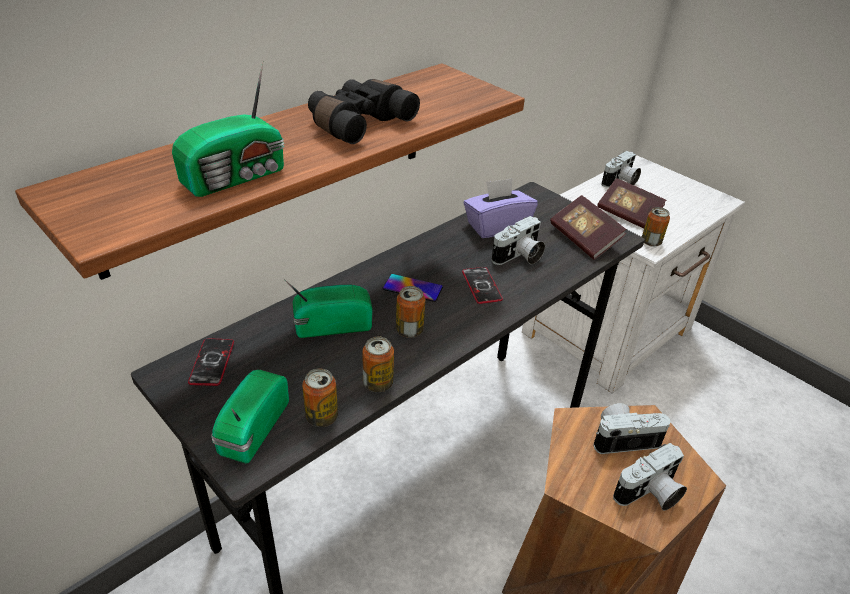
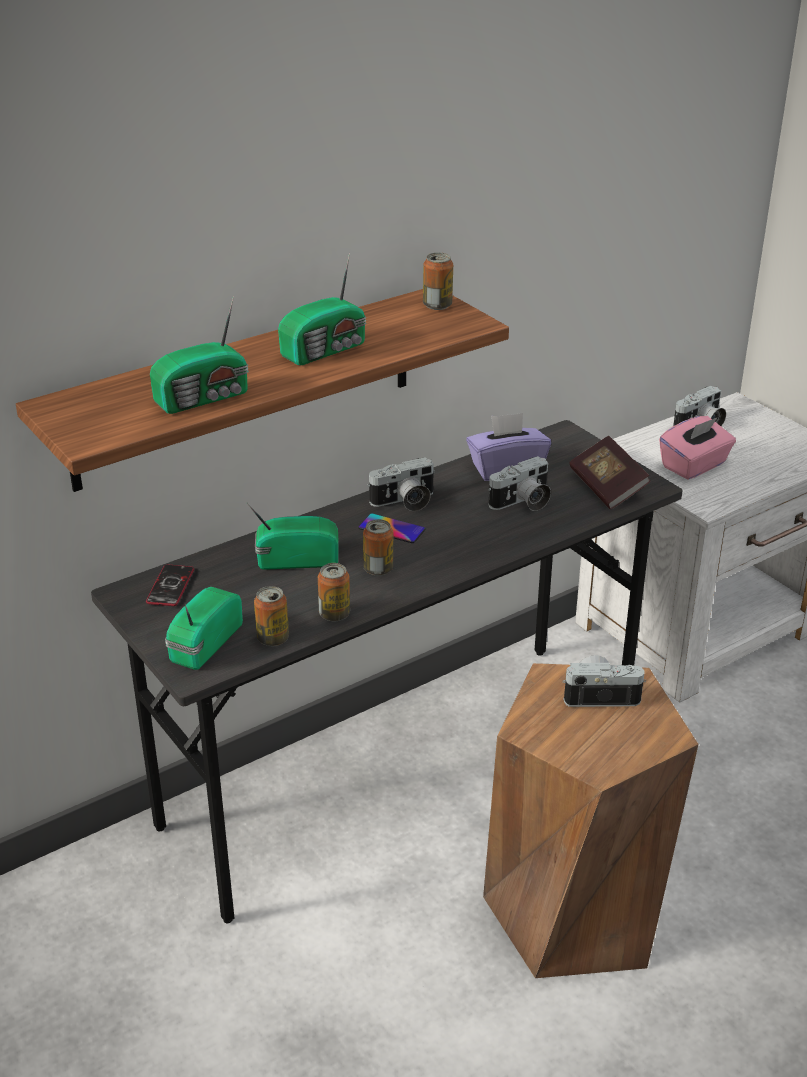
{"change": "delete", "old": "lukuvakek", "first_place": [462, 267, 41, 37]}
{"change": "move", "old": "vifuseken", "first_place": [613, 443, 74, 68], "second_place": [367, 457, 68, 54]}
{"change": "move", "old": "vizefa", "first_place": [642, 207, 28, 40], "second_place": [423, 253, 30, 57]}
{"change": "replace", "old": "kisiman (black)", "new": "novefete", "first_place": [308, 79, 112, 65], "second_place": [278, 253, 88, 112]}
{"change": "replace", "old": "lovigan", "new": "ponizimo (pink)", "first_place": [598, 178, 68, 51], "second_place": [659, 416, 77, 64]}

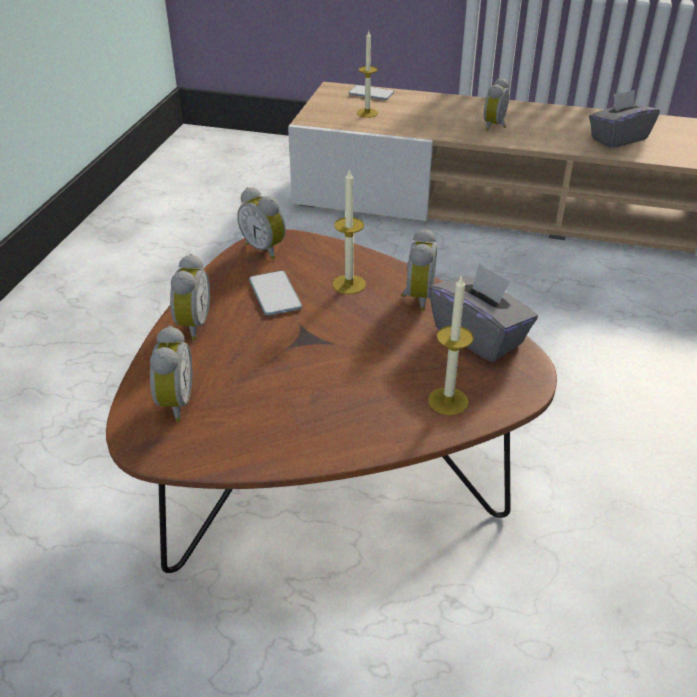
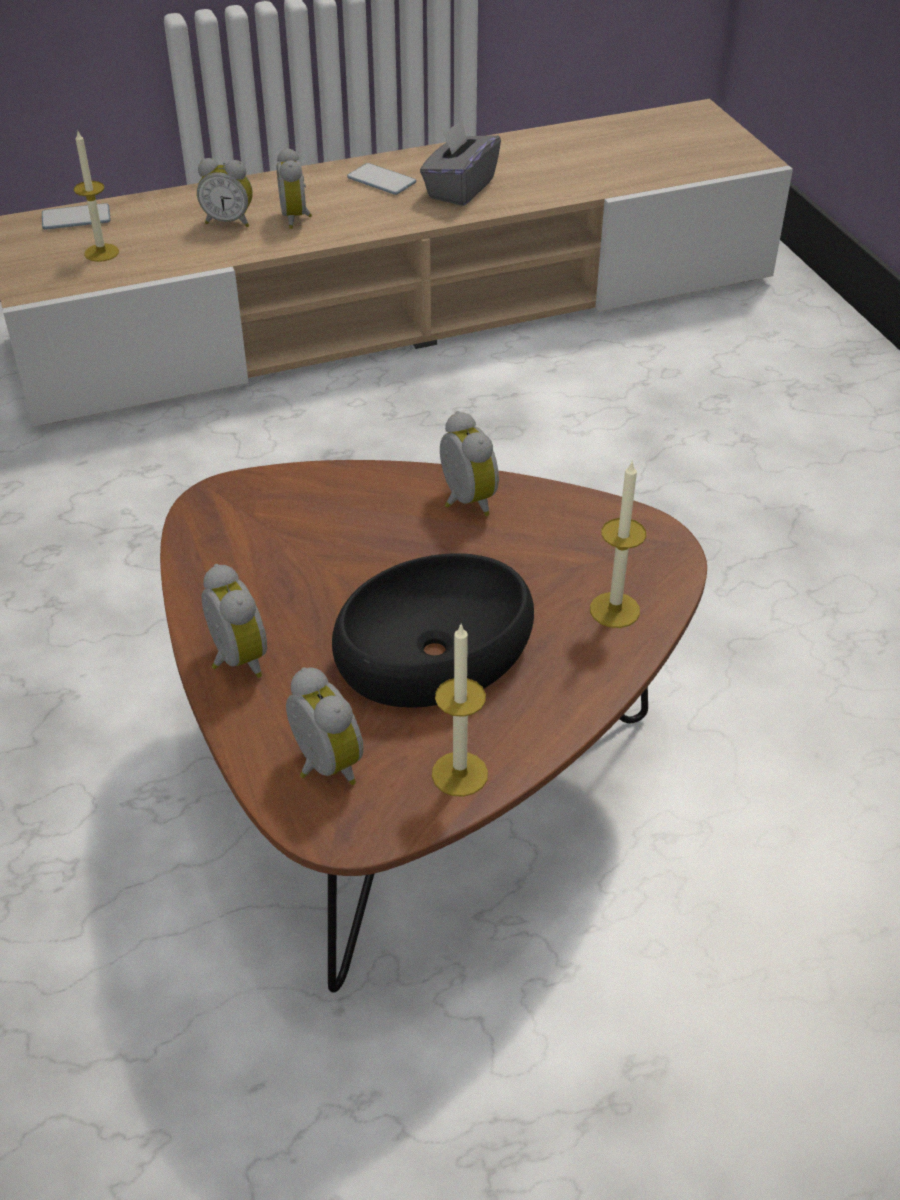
{"change": "delete", "old": "ponizimo (grey)", "first_place": [429, 263, 109, 99]}
{"change": "insert", "new": "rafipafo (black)", "second_place": [332, 553, 202, 155]}
{"change": "move", "old": "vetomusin", "first_place": [237, 187, 49, 73], "second_place": [197, 158, 56, 69]}
{"change": "move", "old": "lukuvakek", "first_place": [249, 271, 53, 45], "second_place": [347, 163, 69, 32]}
{"change": "move", "old": "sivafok", "first_place": [332, 170, 34, 124], "second_place": [432, 625, 56, 172]}

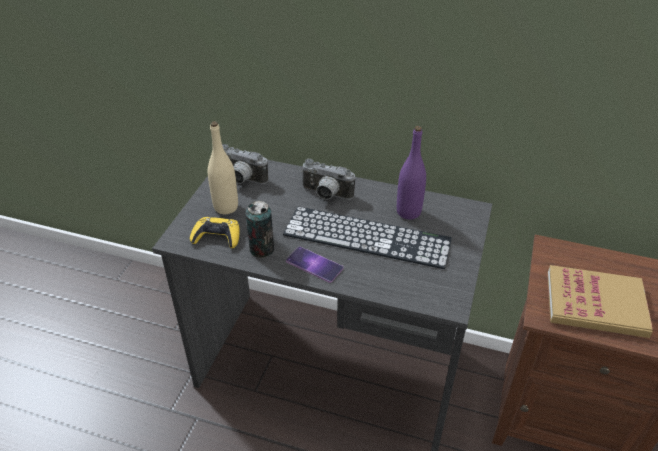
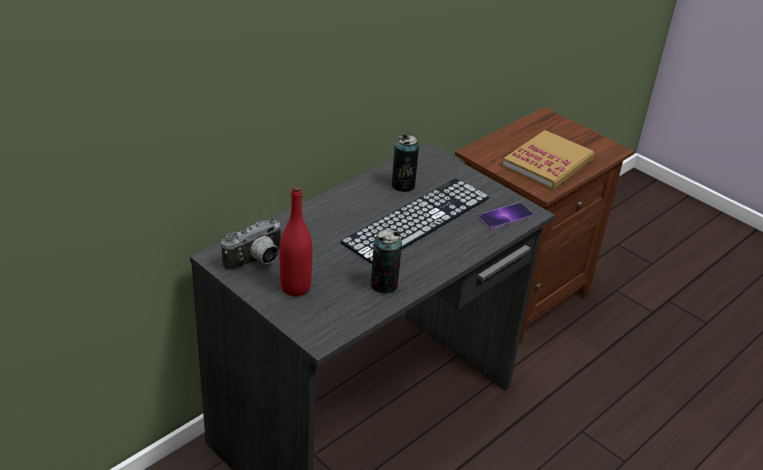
{"change": "delete", "old": "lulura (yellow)", "first_place": [190, 217, 50, 31]}
{"change": "delete", "old": "vifuseken", "first_place": [301, 159, 54, 41]}
{"change": "move", "old": "lukuvakek", "first_place": [286, 247, 57, 36], "second_place": [478, 203, 56, 26]}
{"change": "replace", "old": "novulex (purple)", "new": "vizefa", "first_place": [397, 126, 29, 93], "second_place": [391, 135, 28, 57]}
{"change": "recolor", "old": "novulex (beige)", "new": "novulex (red)", "first_place": [208, 121, 30, 93], "second_place": [280, 185, 32, 111]}

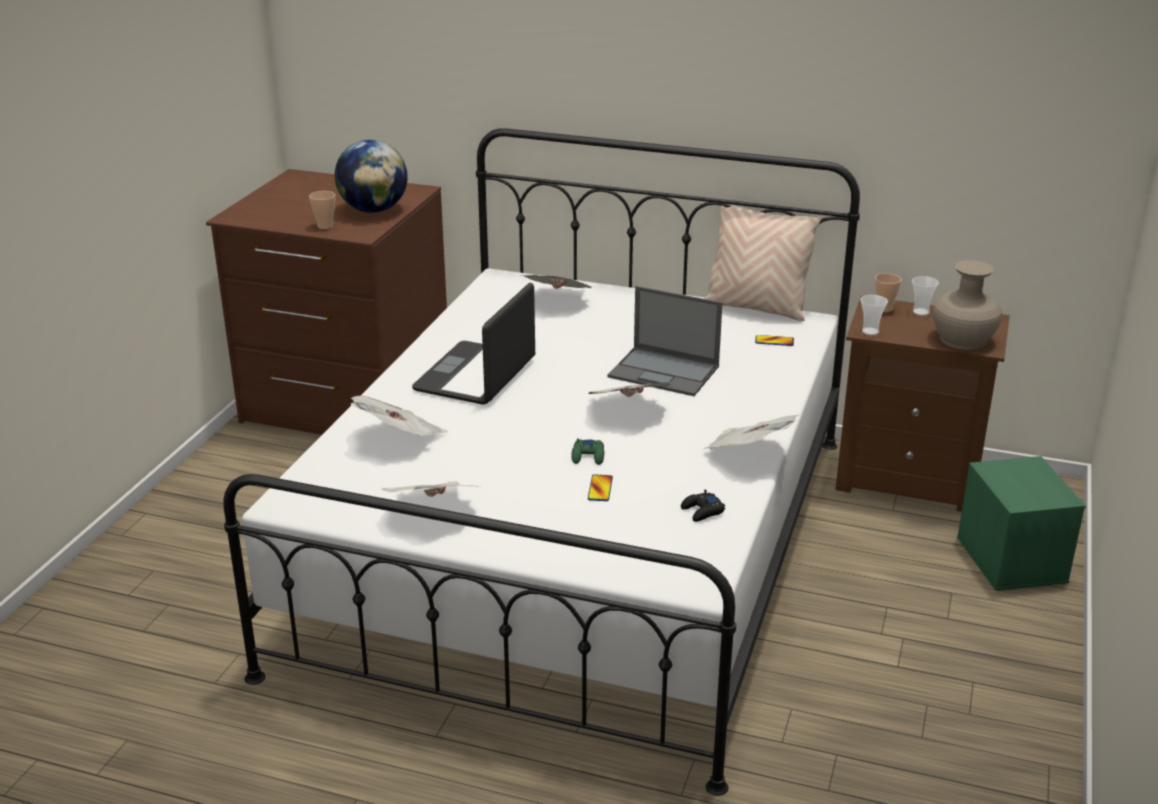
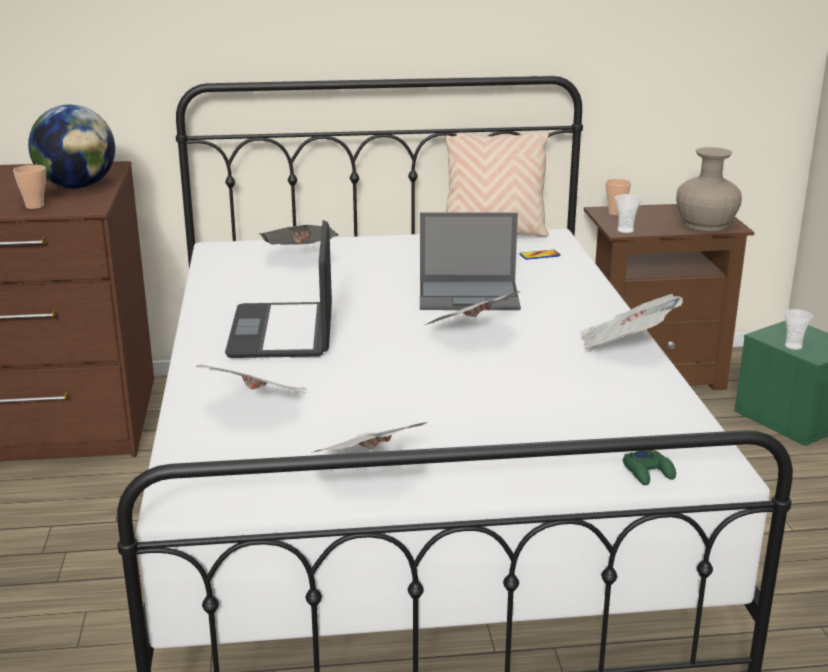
{"change": "delete", "old": "lukuvakek", "first_place": [588, 474, 25, 27]}
{"change": "delete", "old": "lulura (black)", "first_place": [681, 490, 44, 32]}
{"change": "move", "old": "lulura (green)", "first_place": [571, 438, 33, 27], "second_place": [623, 450, 53, 35]}
{"change": "move", "old": "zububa", "first_place": [912, 276, 27, 40], "second_place": [784, 309, 29, 41]}

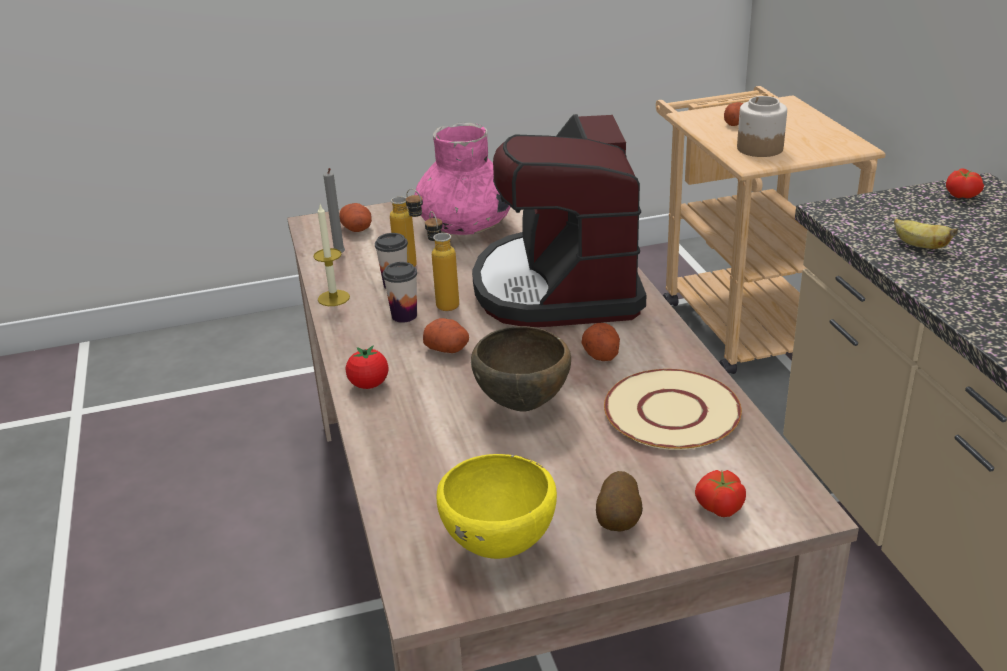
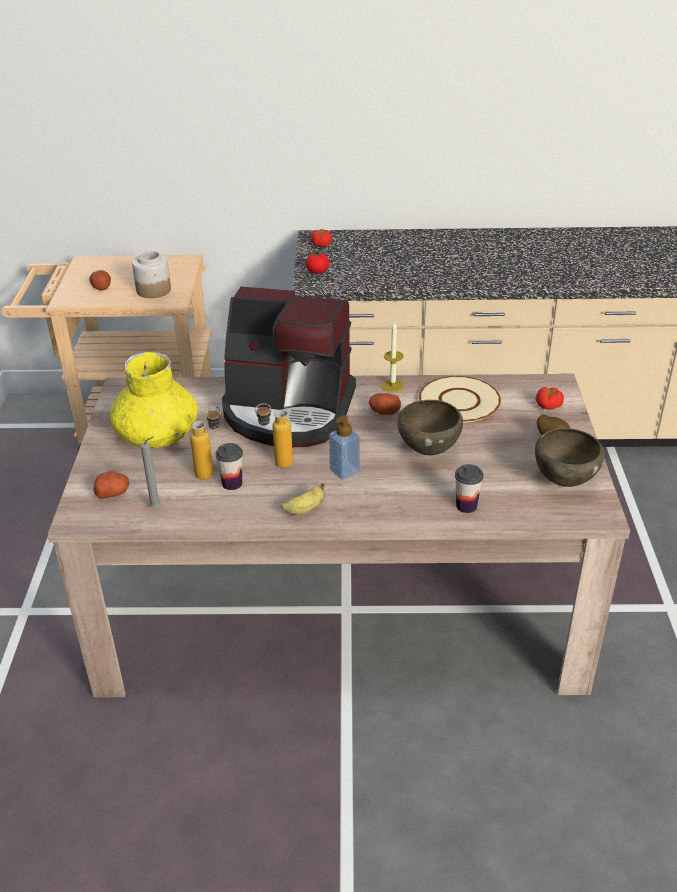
{"change": "move", "old": "sivafok", "first_place": [313, 205, 37, 101], "second_place": [381, 321, 23, 71]}
{"change": "move", "old": "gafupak", "first_place": [346, 345, 43, 44], "second_place": [306, 250, 23, 24]}
{"change": "move", "old": "zububa", "first_place": [383, 262, 34, 61], "second_place": [455, 464, 29, 49]}
{"change": "move", "old": "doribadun", "first_place": [894, 219, 64, 30], "second_place": [281, 483, 44, 32]}
{"change": "replace", "old": "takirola", "new": "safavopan", "first_place": [423, 318, 46, 35], "second_place": [329, 415, 31, 65]}
{"change": "recolor", "old": "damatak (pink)", "new": "damatak (yellow)", "first_place": [414, 123, 97, 112], "second_place": [110, 352, 87, 97]}
{"change": "recolor", "old": "rafipafo (yellow)", "new": "rafipafo (brown)", "first_place": [437, 454, 120, 105], "second_place": [535, 428, 69, 59]}

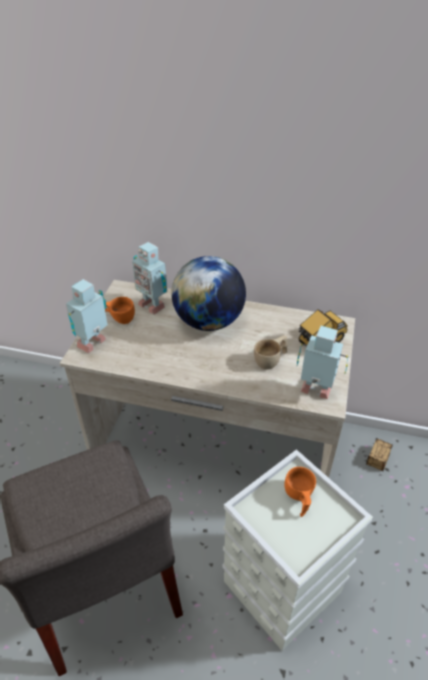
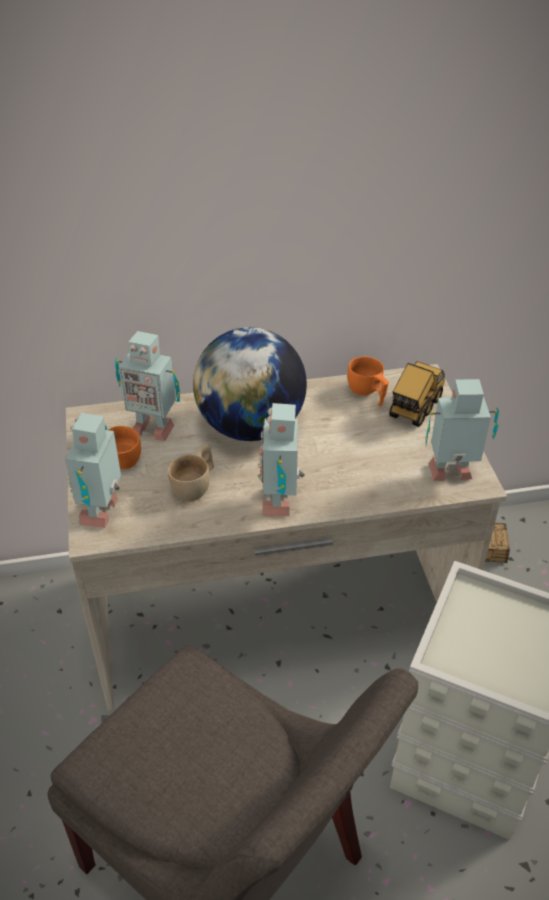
{"change": "insert", "new": "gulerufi", "second_place": [257, 403, 47, 113]}
{"change": "move", "old": "zububa (beige)", "first_place": [254, 336, 33, 33], "second_place": [168, 444, 46, 57]}
{"change": "move", "old": "zububa (orange)", "first_place": [284, 467, 32, 50], "second_place": [347, 356, 42, 51]}

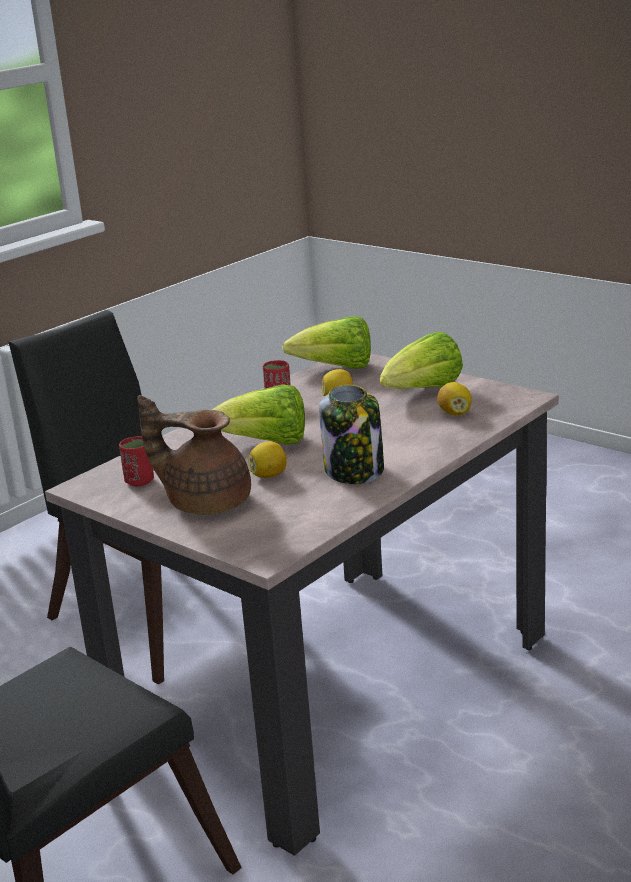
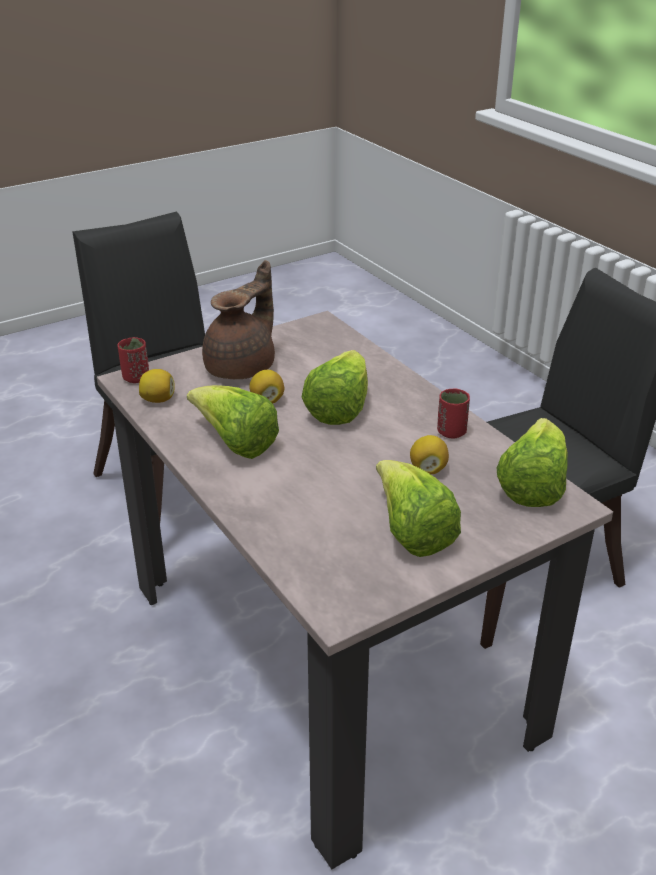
{"change": "move", "old": "zububa (red)", "first_place": [119, 436, 35, 50], "second_place": [118, 337, 31, 46]}
{"change": "move", "old": "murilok", "first_place": [437, 382, 35, 34], "second_place": [139, 369, 36, 34]}
{"change": "replace", "old": "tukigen", "new": "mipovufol", "first_place": [319, 385, 65, 99], "second_place": [187, 385, 92, 74]}

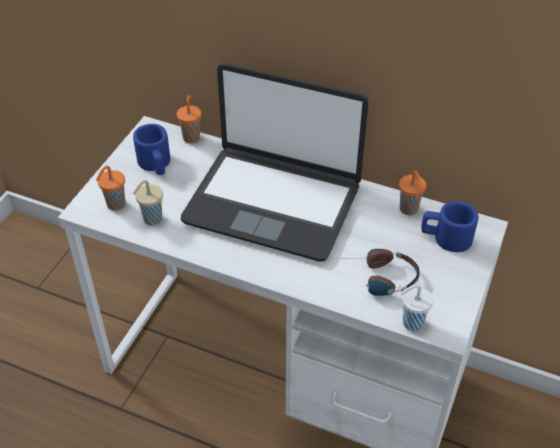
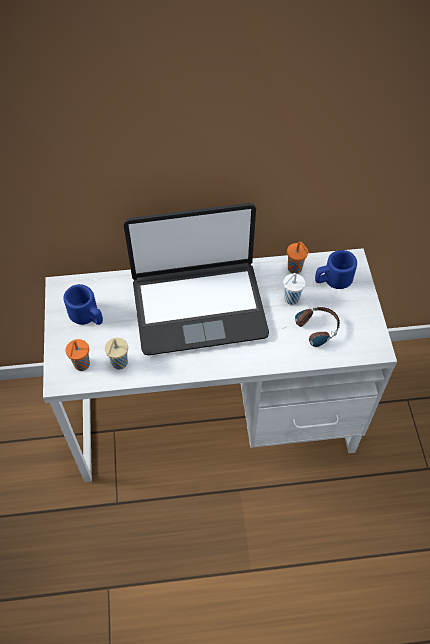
{"change": "delete", "old": "zububa (orange)", "first_place": [177, 95, 25, 48]}
{"change": "move", "old": "zububa (white)", "first_place": [400, 284, 33, 47], "second_place": [283, 273, 22, 32]}

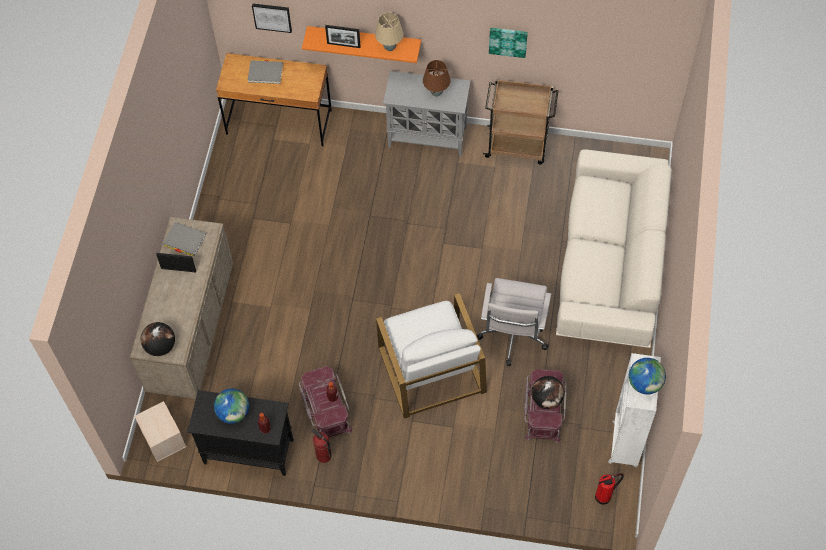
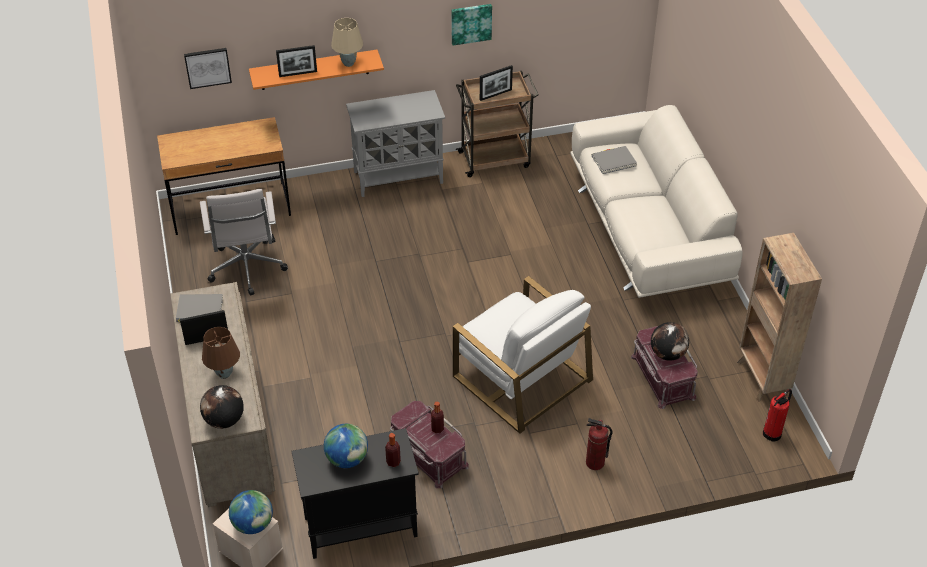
{"change": "insert", "new": "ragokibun", "second_place": [480, 65, 33, 36]}
{"change": "move", "old": "lovigan (grey)", "first_place": [248, 60, 35, 24], "second_place": [592, 146, 45, 28]}
{"change": "move", "old": "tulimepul", "first_place": [311, 428, 21, 35], "second_place": [586, 418, 26, 52]}
{"change": "move", "old": "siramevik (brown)", "first_place": [423, 60, 27, 37], "second_place": [202, 327, 38, 52]}
{"change": "move", "old": "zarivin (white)", "first_place": [477, 278, 74, 88], "second_place": [200, 189, 88, 106]}
{"change": "move", "old": "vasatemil", "first_place": [629, 358, 37, 36], "second_place": [229, 490, 44, 44]}
{"change": "recolor", "old": "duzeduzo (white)", "new": "duzeduzo (brown)", "first_place": [608, 353, 53, 115], "second_place": [737, 233, 85, 169]}

